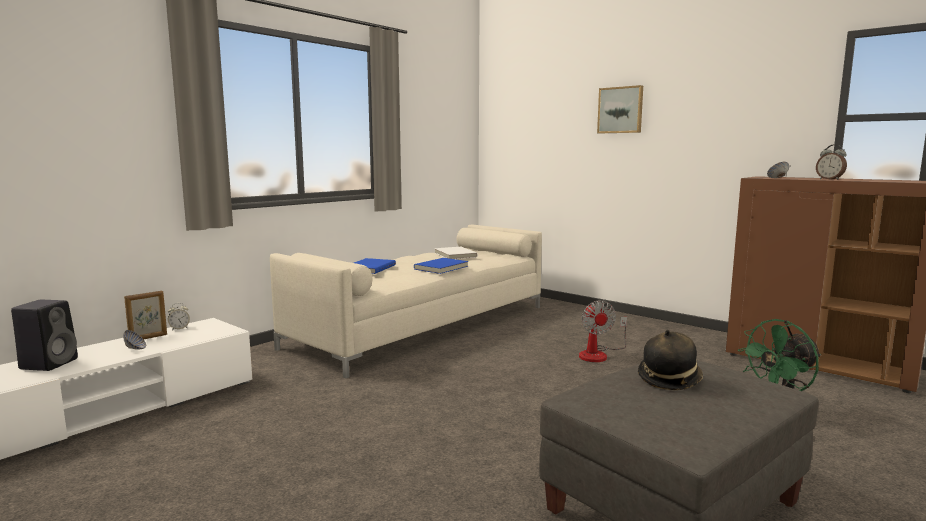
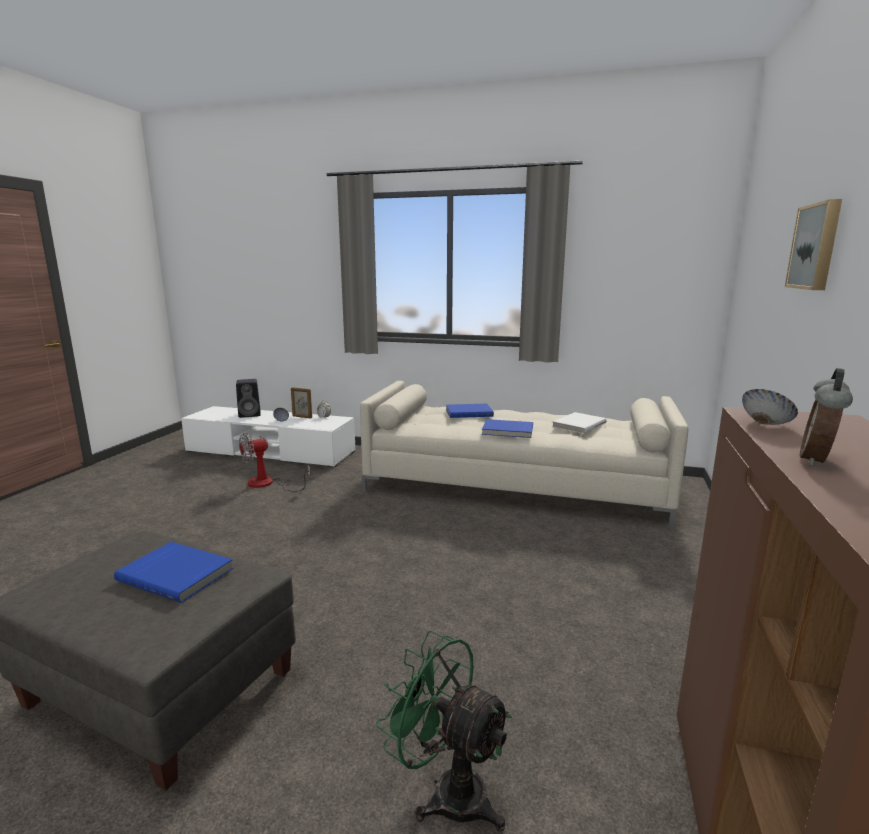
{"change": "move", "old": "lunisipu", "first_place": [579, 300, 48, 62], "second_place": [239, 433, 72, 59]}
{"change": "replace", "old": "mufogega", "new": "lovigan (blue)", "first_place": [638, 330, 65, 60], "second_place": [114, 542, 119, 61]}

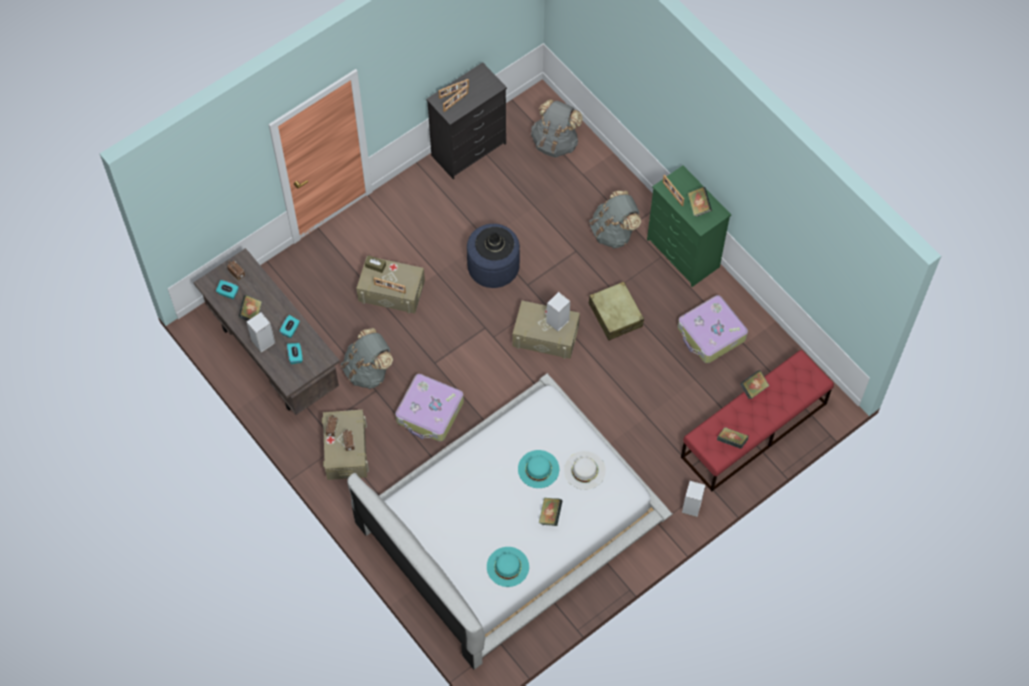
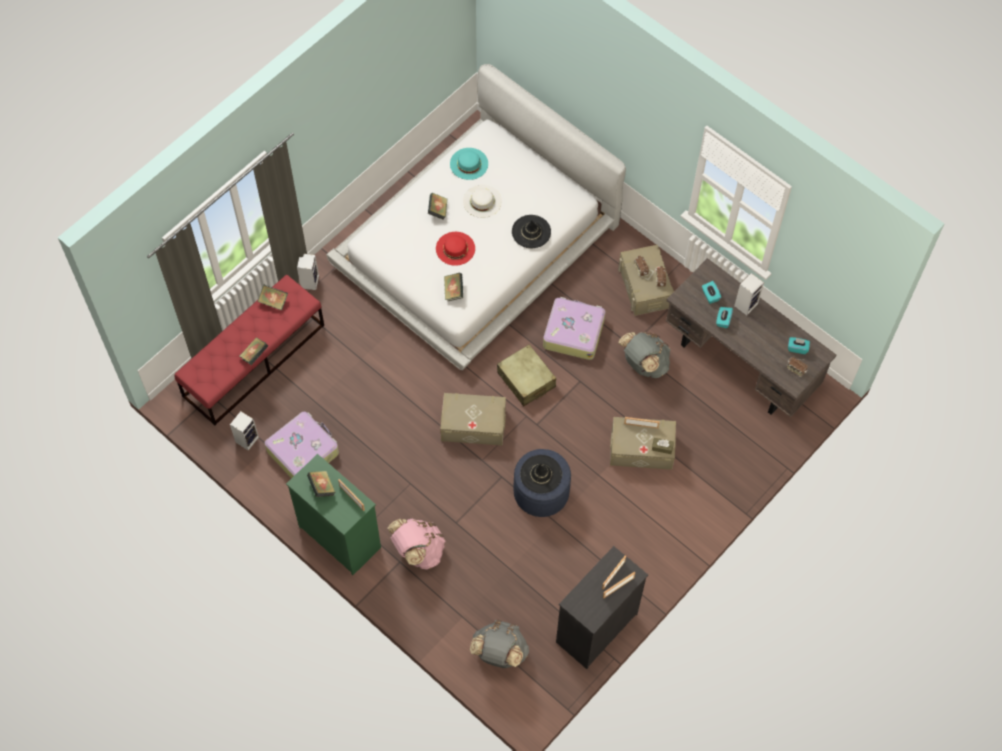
{"change": "insert", "new": "mufogega (black)", "second_place": [512, 215, 39, 33]}
{"change": "move", "old": "lovigan", "first_place": [238, 295, 24, 26], "second_place": [444, 273, 19, 28]}
{"change": "move", "old": "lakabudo", "first_place": [546, 292, 24, 40], "second_place": [230, 411, 29, 40]}
{"change": "move", "old": "mufogega (white)", "first_place": [564, 451, 42, 39], "second_place": [463, 185, 39, 33]}
{"change": "move", "old": "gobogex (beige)", "first_place": [588, 281, 56, 60], "second_place": [497, 344, 59, 62]}
{"change": "recolor", "old": "mufogega (turquoise)", "new": "mufogega (red)", "first_place": [518, 450, 41, 38], "second_place": [436, 232, 39, 34]}
{"change": "recolor", "old": "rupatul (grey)", "new": "rupatul (pink)", "first_place": [589, 190, 52, 59], "second_place": [387, 518, 59, 51]}

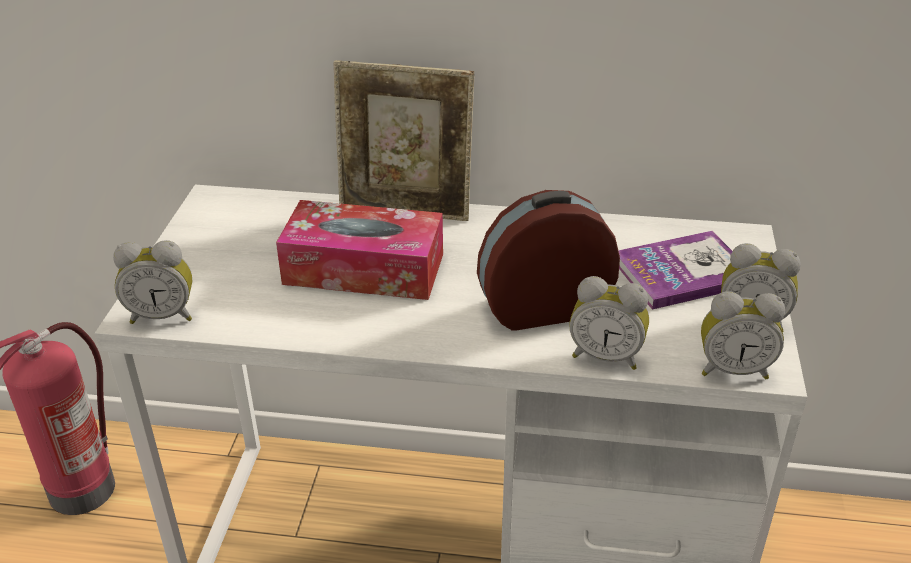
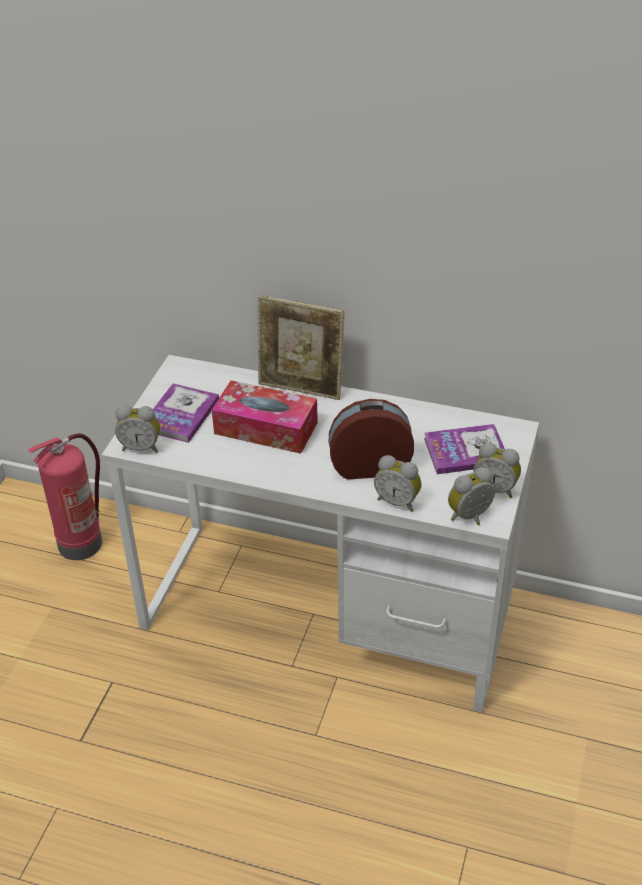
{"change": "insert", "new": "lovigan", "second_place": [153, 383, 66, 60]}
{"change": "rotate", "old": "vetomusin", "first_place": [701, 291, 84, 88], "second_place": [448, 467, 47, 58], "degrees": 135}

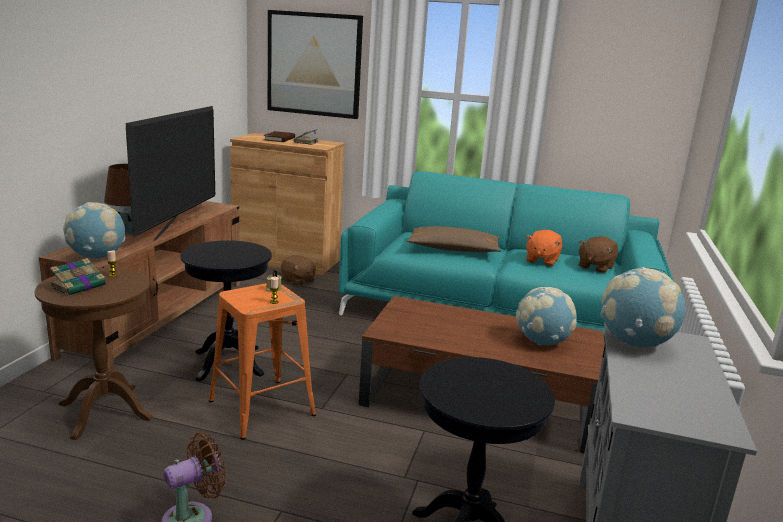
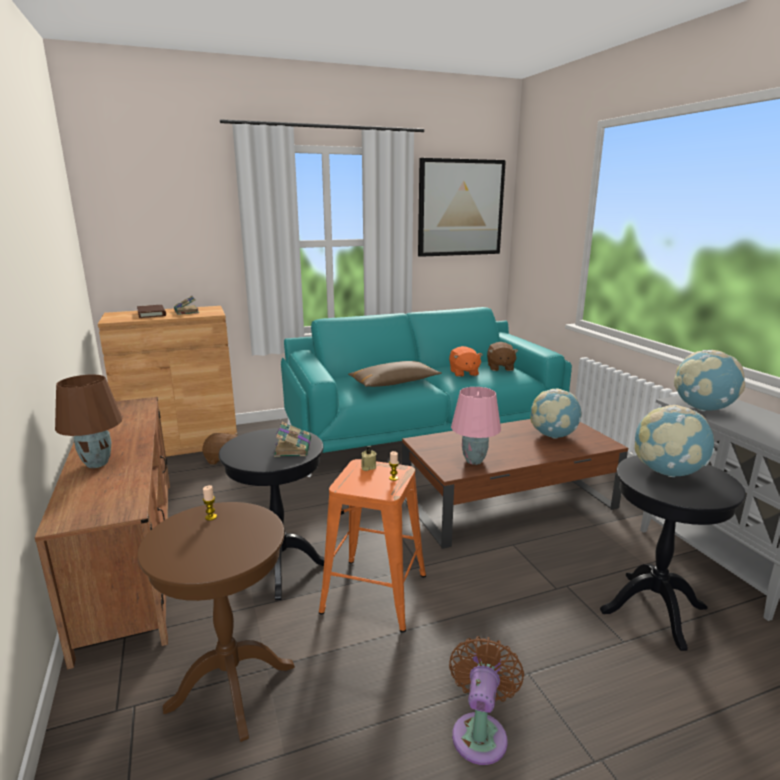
{"change": "delete", "old": "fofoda", "first_place": [126, 106, 89, 135]}
{"change": "insert", "new": "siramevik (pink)", "second_place": [451, 387, 50, 78]}
{"change": "move", "old": "lovigan", "first_place": [50, 258, 57, 38], "second_place": [274, 422, 37, 35]}
{"change": "move", "old": "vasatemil", "first_place": [63, 202, 62, 57], "second_place": [634, 405, 81, 72]}
{"change": "move", "old": "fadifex", "first_place": [268, 10, 95, 109], "second_place": [418, 158, 88, 99]}

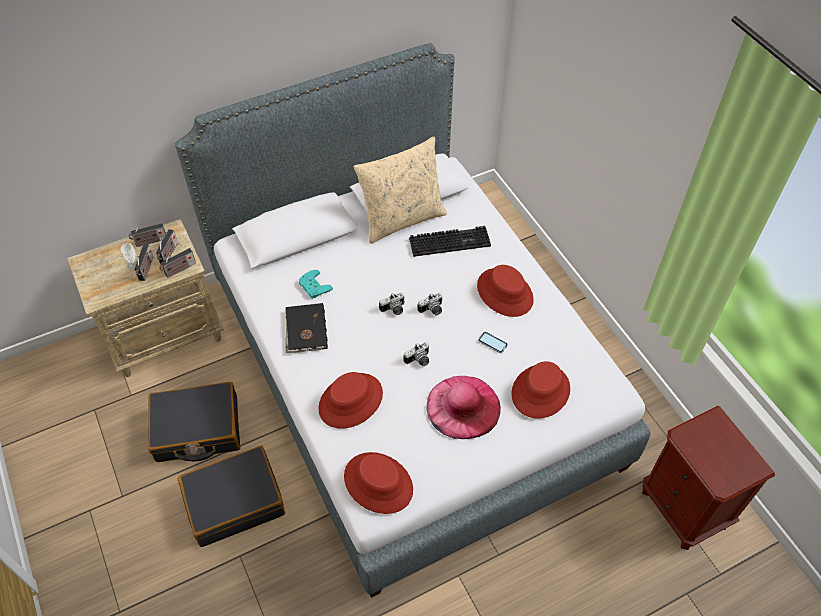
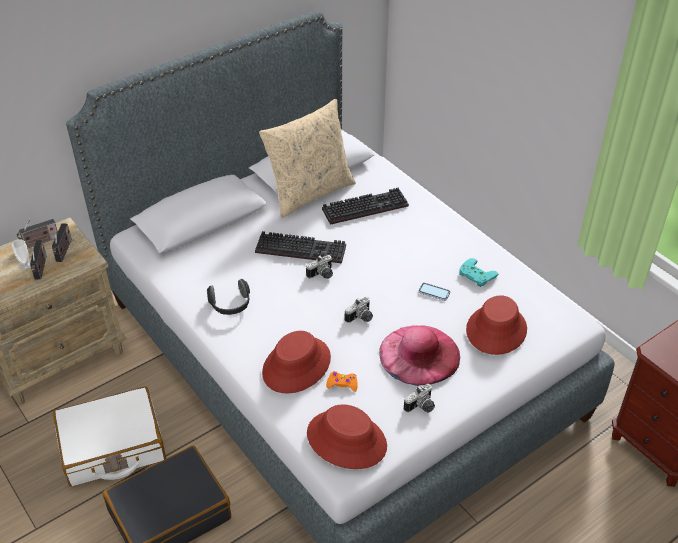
{"change": "delete", "old": "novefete", "first_place": [159, 248, 37, 30]}
{"change": "delete", "old": "mufogega (red)", "first_place": [477, 265, 57, 52]}
{"change": "insert", "new": "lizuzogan", "second_place": [255, 231, 91, 32]}
{"change": "insert", "new": "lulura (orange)", "second_place": [326, 371, 32, 21]}
{"change": "move", "old": "lulura (turquoise)", "first_place": [299, 270, 34, 29], "second_place": [459, 258, 39, 29]}
{"change": "move", "old": "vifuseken", "first_place": [418, 293, 25, 22], "second_place": [404, 384, 31, 29]}
{"change": "replace", "old": "lovigan (black)", "new": "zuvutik", "first_place": [285, 303, 43, 50], "second_place": [207, 279, 43, 36]}
{"change": "recolor", "old": "gobogex (black)", "new": "gobogex (white)", "first_place": [148, 382, 92, 80], "second_place": [53, 387, 113, 100]}

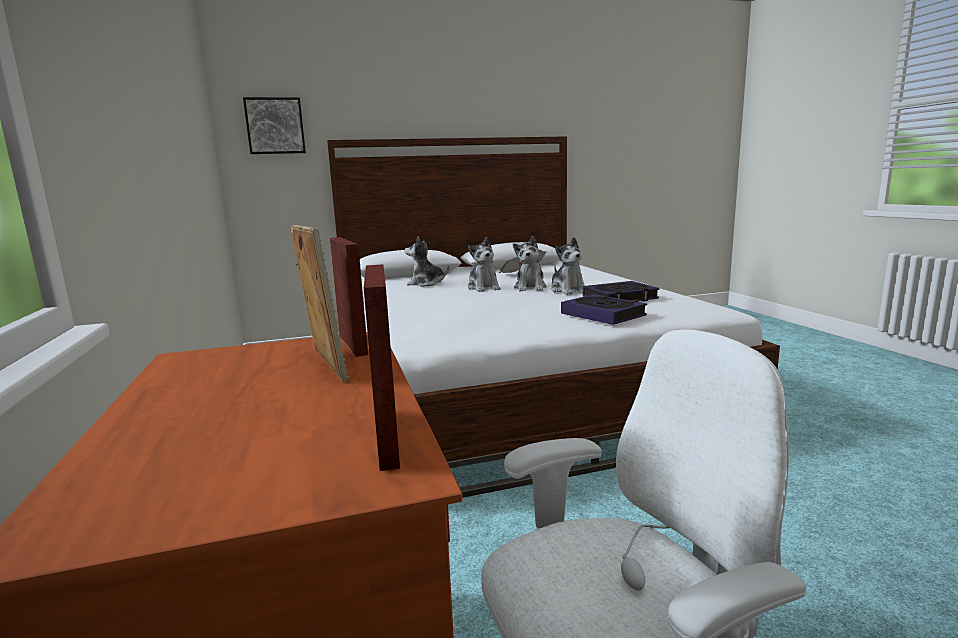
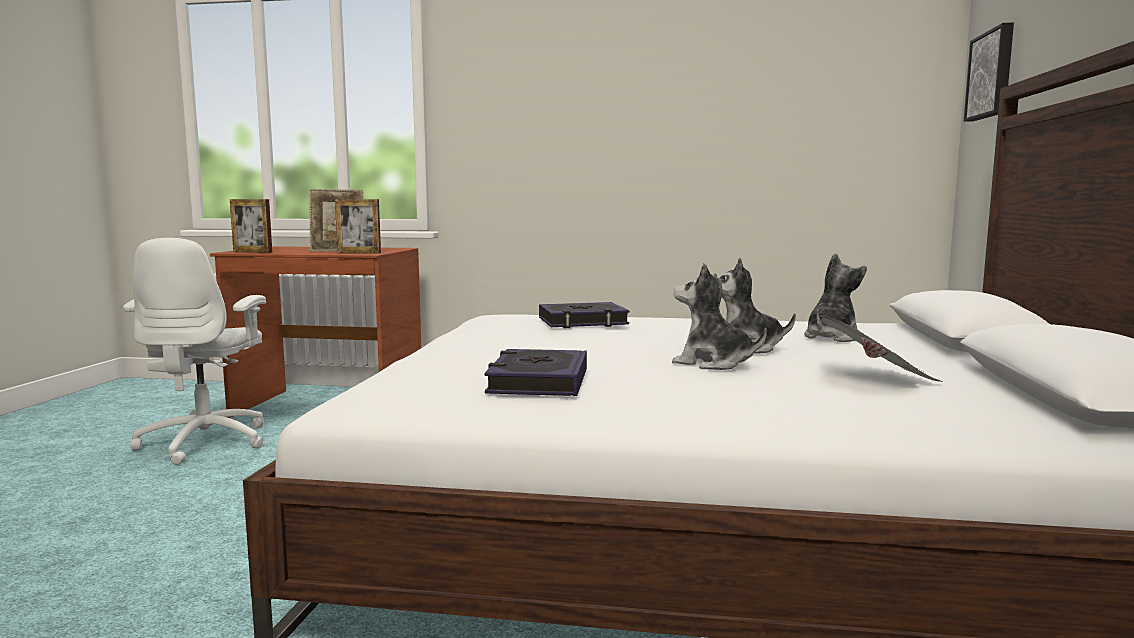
{"change": "delete", "old": "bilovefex", "first_place": [551, 237, 34, 58]}
{"change": "move", "old": "lovigan", "first_place": [561, 294, 86, 31], "second_place": [539, 302, 91, 26]}

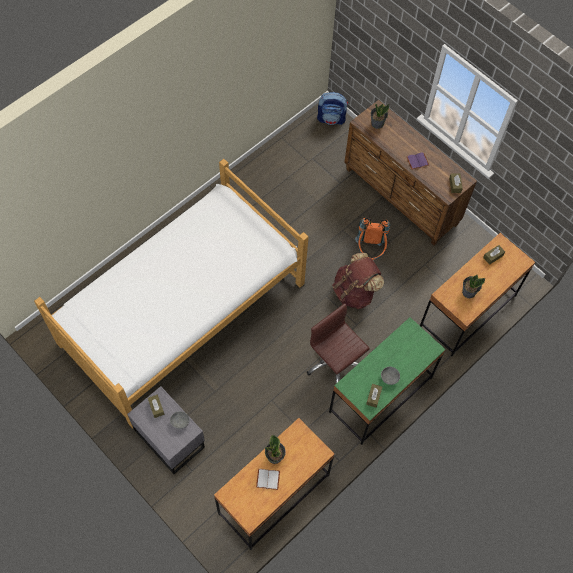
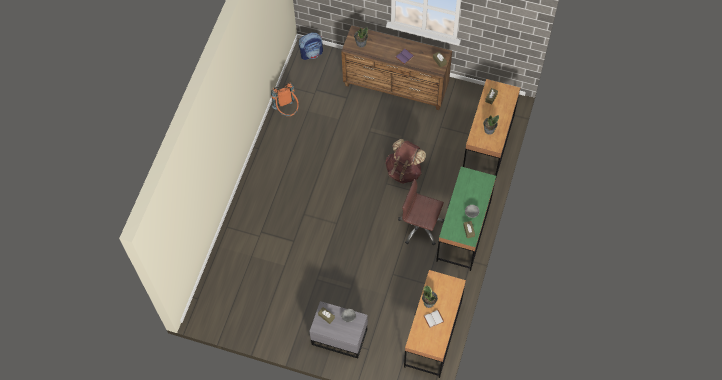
{"change": "delete", "old": "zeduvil", "first_place": [34, 159, 275, 269]}
{"change": "move", "old": "rupatul (orange)", "first_place": [355, 218, 35, 42], "second_place": [271, 82, 28, 34]}

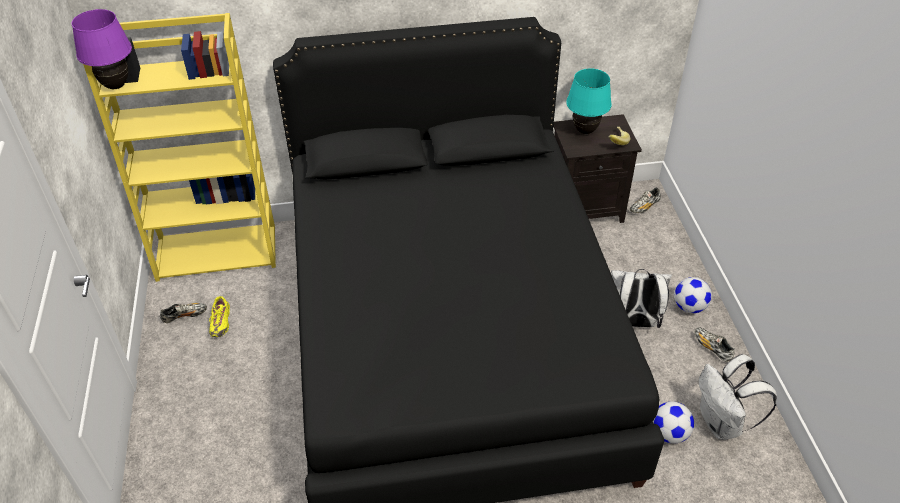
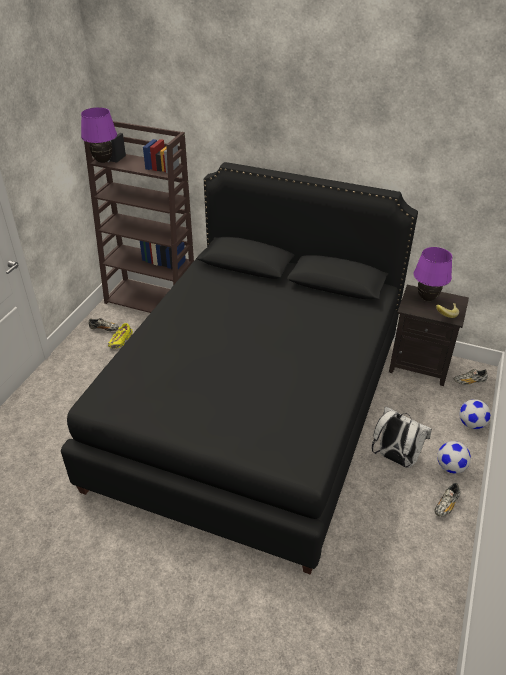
{"change": "delete", "old": "rupatul (white)", "first_place": [699, 354, 78, 86]}
{"change": "move", "old": "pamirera", "first_place": [653, 401, 41, 42], "second_place": [459, 399, 32, 30]}
{"change": "recolor", "old": "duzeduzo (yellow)", "new": "duzeduzo (brown)", "first_place": [83, 13, 193, 269], "second_place": [84, 121, 110, 192]}
{"change": "recolor", "old": "siramevik (turquoise)", "new": "siramevik (purple)", "first_place": [566, 68, 46, 66], "second_place": [413, 247, 39, 54]}
{"change": "rotate", "old": "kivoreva", "first_place": [695, 327, 40, 35], "second_place": [434, 483, 26, 33], "degrees": -135}

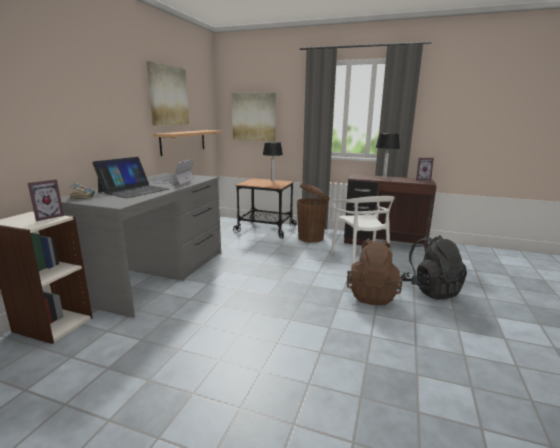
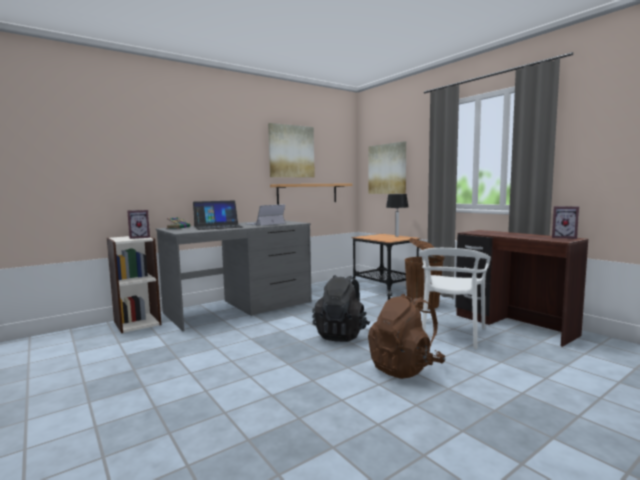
{"change": "delete", "old": "siramevik", "first_place": [375, 133, 25, 46]}
{"change": "move", "old": "rupatul (black)", "first_place": [401, 235, 66, 65], "second_place": [312, 275, 58, 67]}

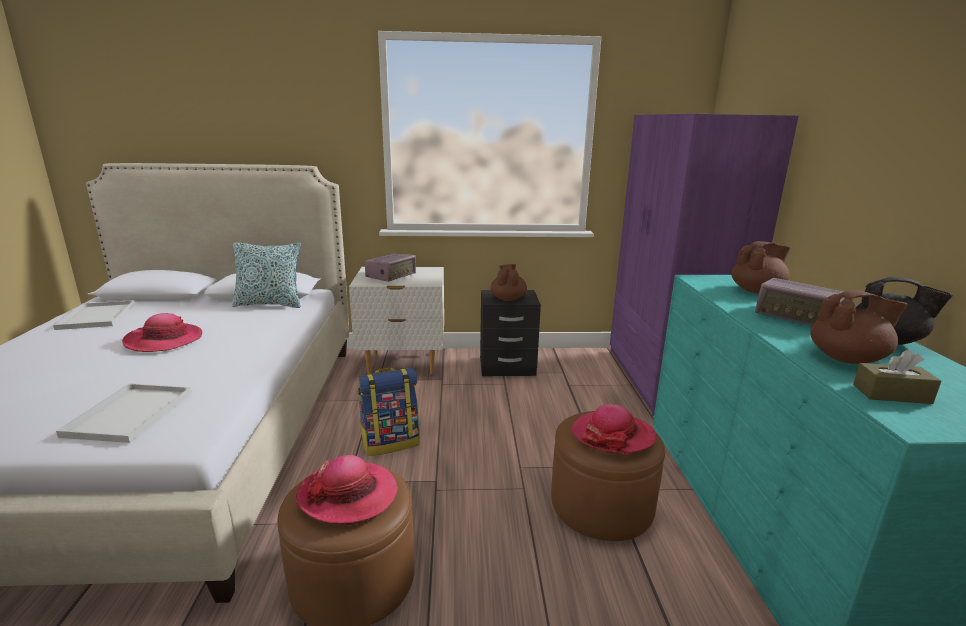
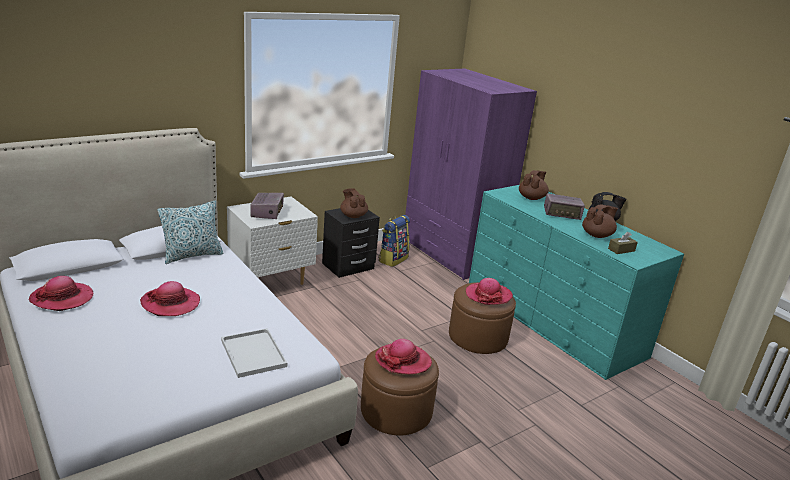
{"change": "move", "old": "rupatul", "first_place": [358, 368, 61, 88], "second_place": [378, 215, 32, 52]}
{"change": "replace", "old": "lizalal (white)", "new": "mufogega", "first_place": [53, 300, 83, 30], "second_place": [29, 276, 64, 35]}

